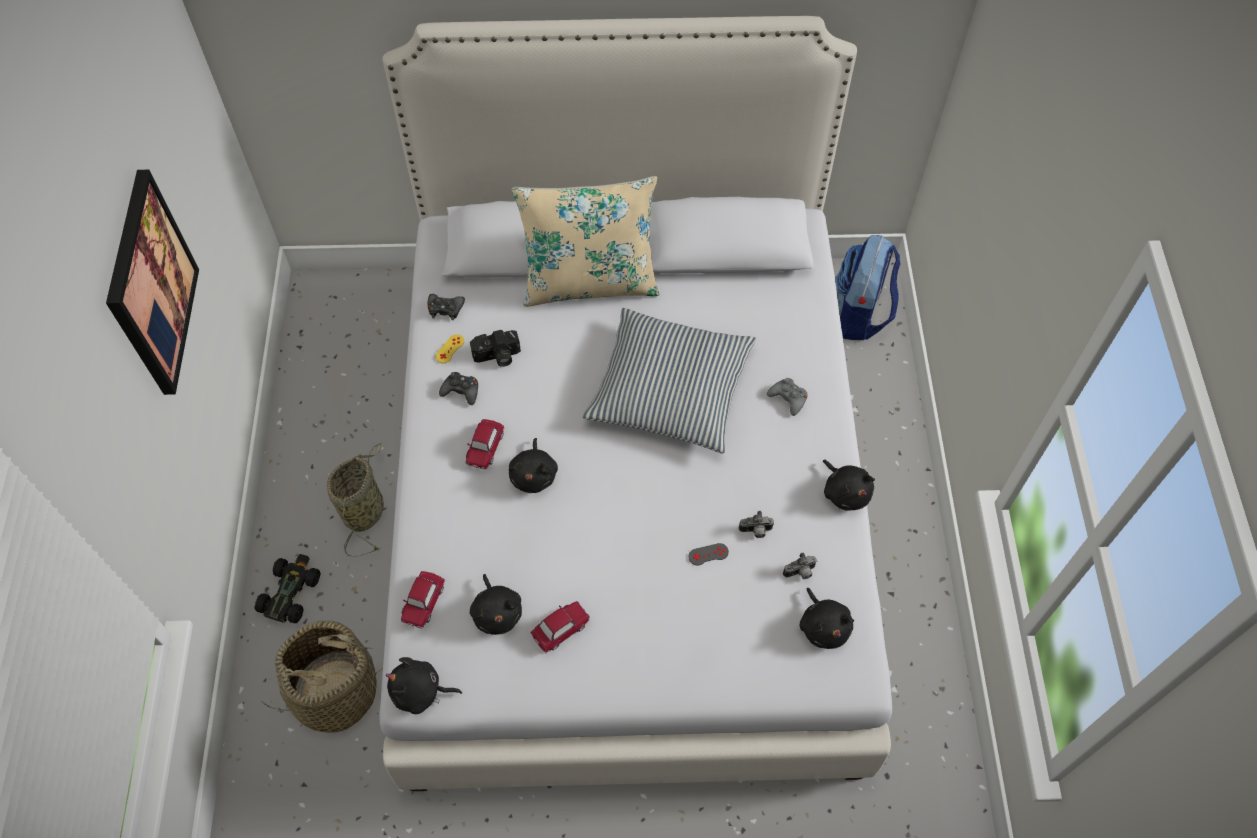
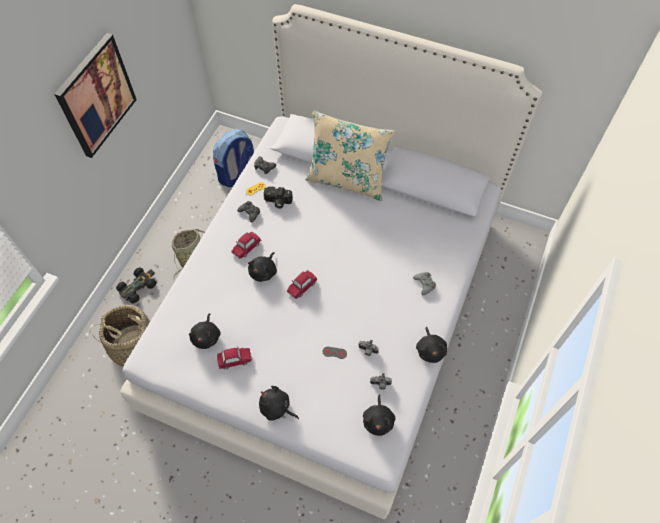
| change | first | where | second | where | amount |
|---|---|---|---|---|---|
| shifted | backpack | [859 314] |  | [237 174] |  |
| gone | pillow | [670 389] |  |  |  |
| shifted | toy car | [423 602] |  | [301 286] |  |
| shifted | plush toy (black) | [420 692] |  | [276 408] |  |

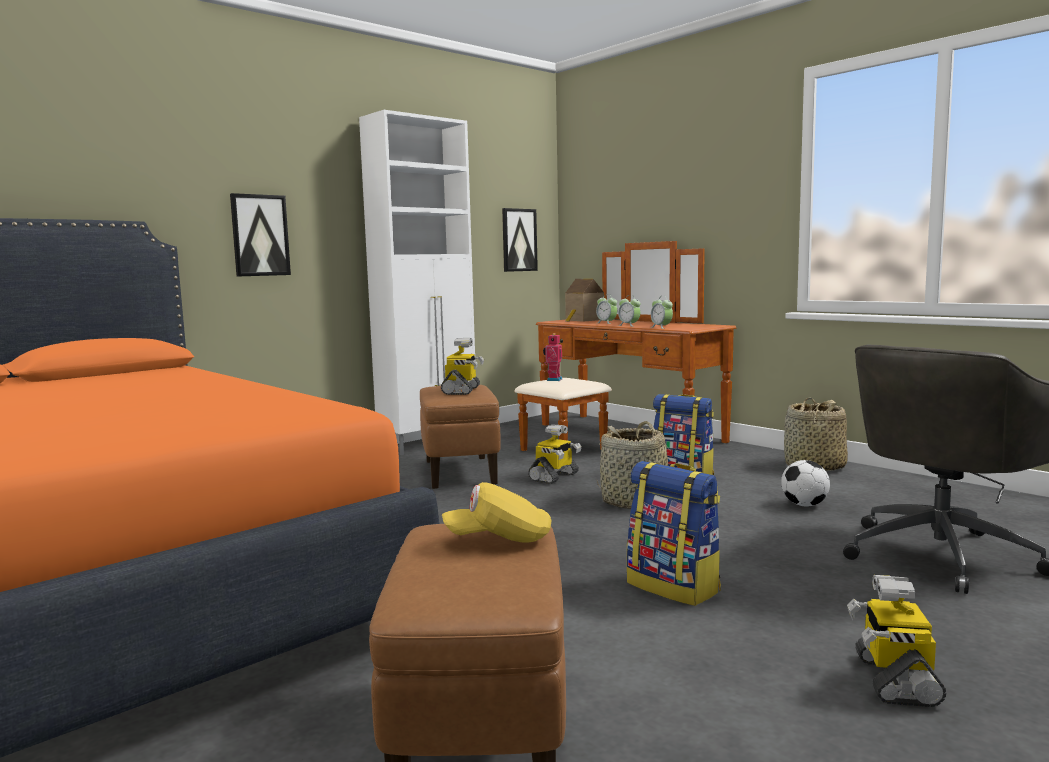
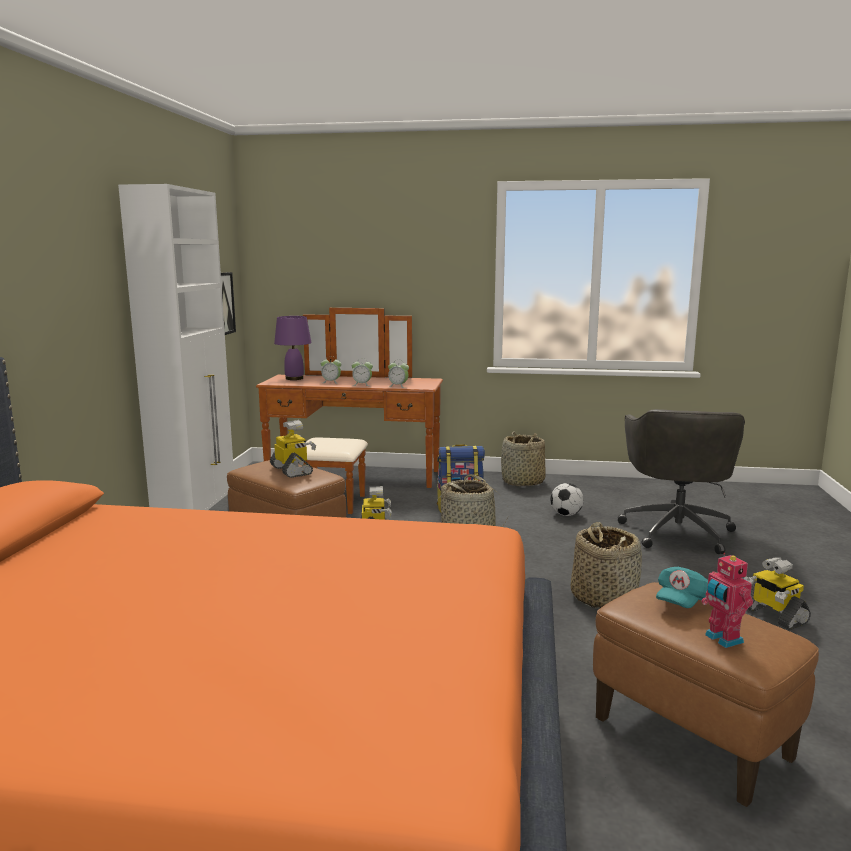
| change | first | where | second | where | amount |
|---|---|---|---|---|---|
| gone | picture | [260 235] |  |  |  |
| swapped | toy house | [583 320] | table lamp (purple) | [294 378] |  |
| shifted | toy robot | [553 379] |  | [722 639] |  |
| swapped | backpack | [674 587] | basket | [603 598] |  |
| repainted | cap (yellow) | [499 539] | cap (turquoise) | [683 603] |  |

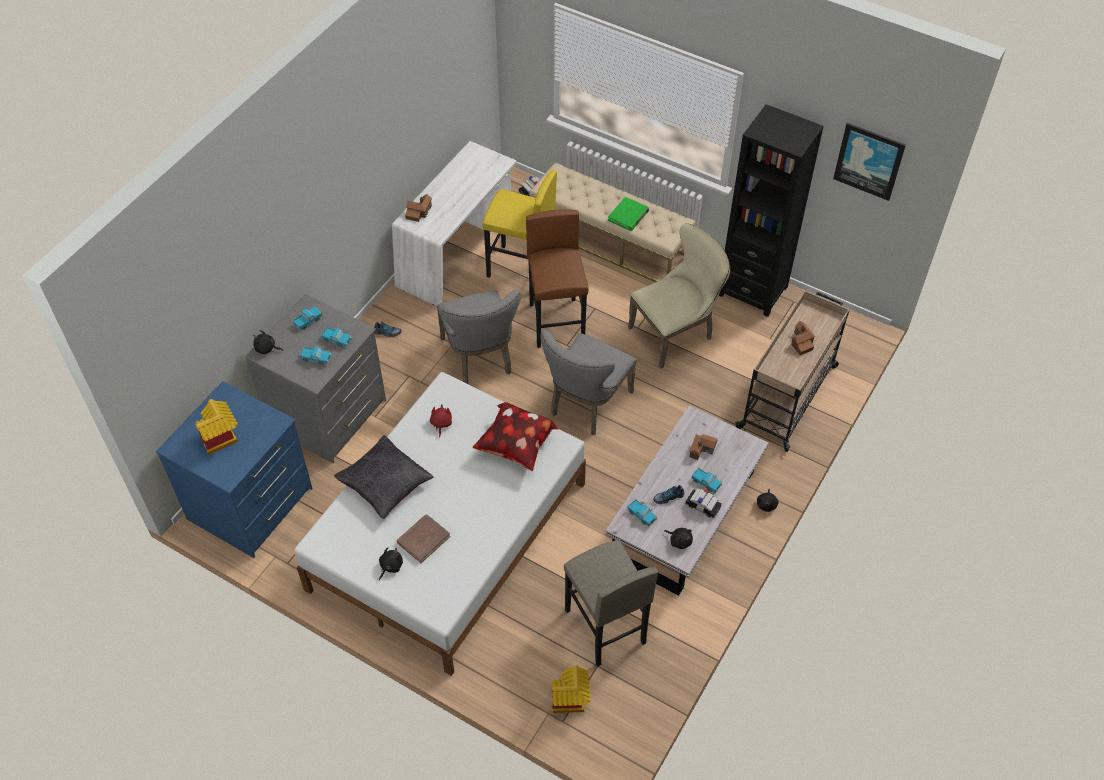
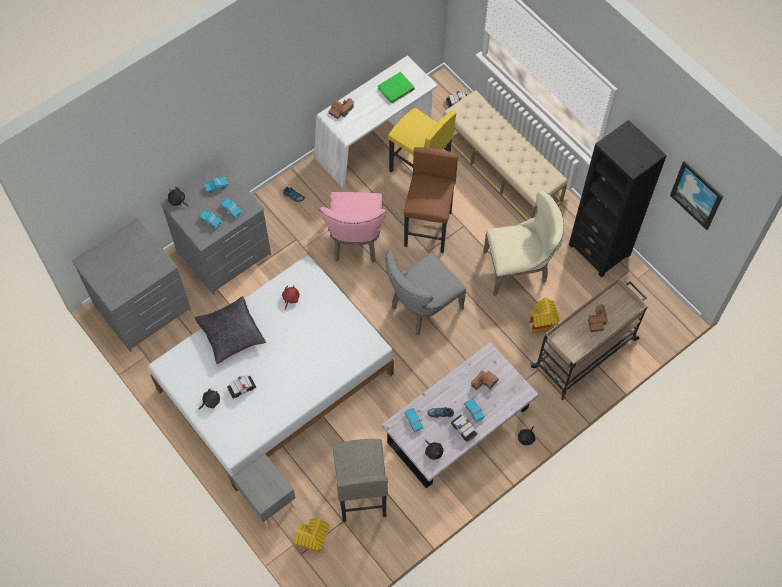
| change | first | where | second | where | amount |
|---|---|---|---|---|---|
| shifted | book (green) | [628 216] |  | [396 89] |  |
| repainted | chair (grey) | [480 359] | chair (pink) | [356 242] |  |
| repainted | dresser (blue) | [251 504] | dresser (grey) | [143 308] |  |
| shifted | toy house | [222 439] |  | [542 324] |  |
| gone | pillow | [516 448] |  |  |  |
| swapped | book (brown) | [423 539] | toy car | [241 388] |  |
| new |  |  | nightstand (grey) | [267 498] |  |

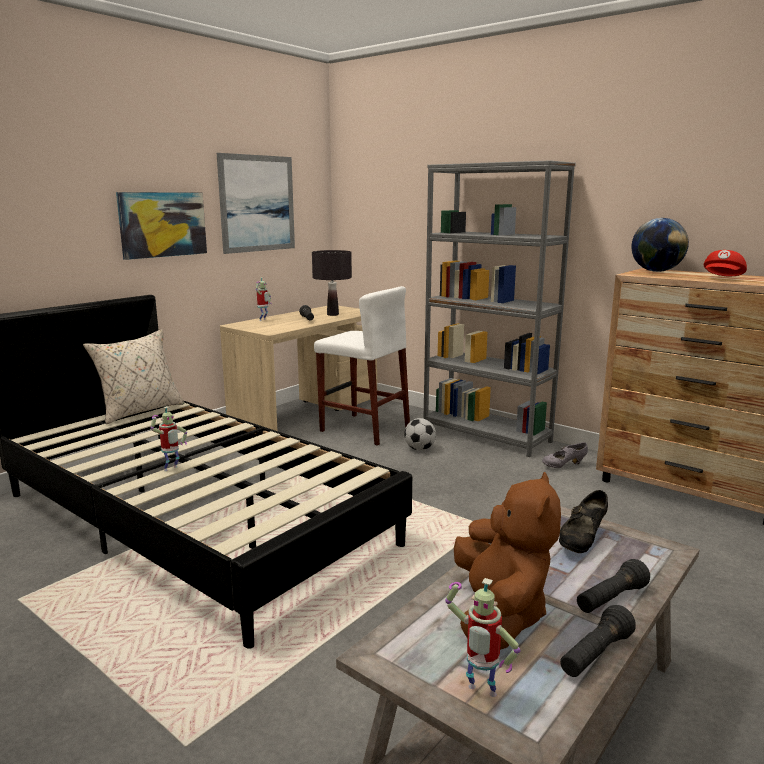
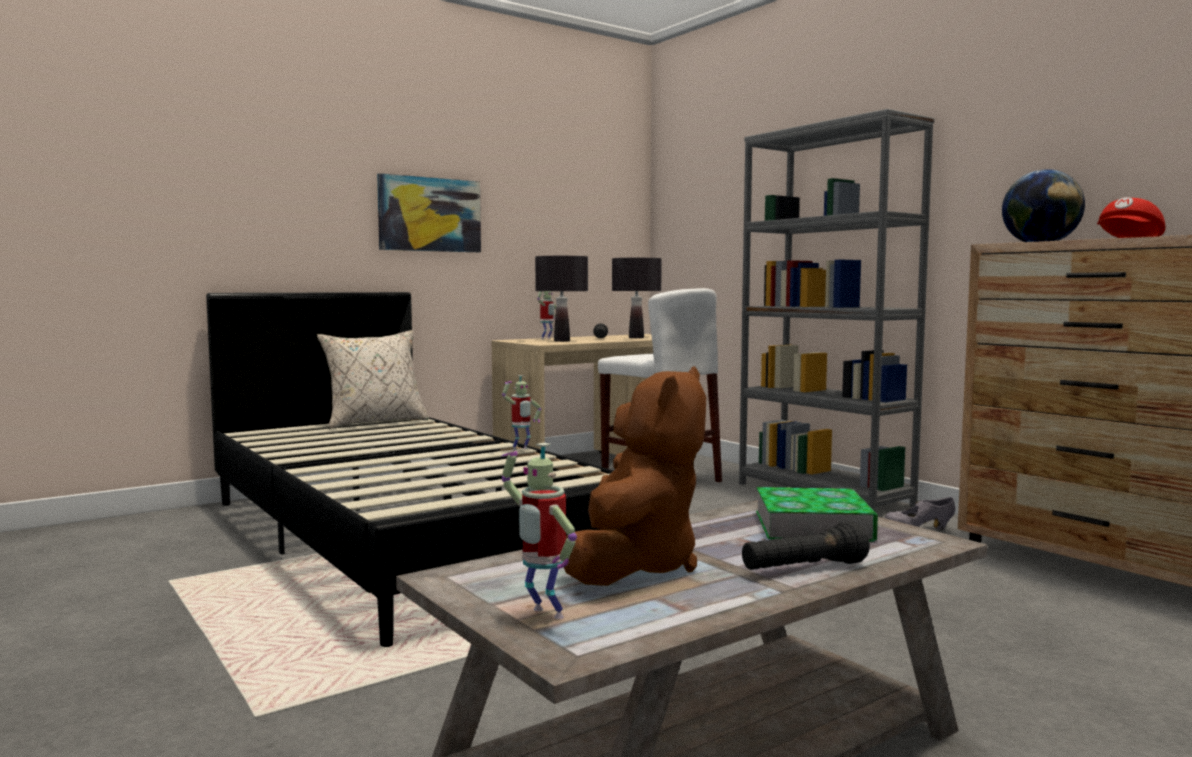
| change | first | where | second | where | amount |
|---|---|---|---|---|---|
| gone | picture | [257 203] |  |  |  |
| shifted | toy robot | [171 469] |  | [521 449] |  |
| gone | football | [420 449] |  |  |  |
| swapped | shoe (black) | [582 541] | book | [813 525] |  |
| gone | flashlight (black) | [595 655] |  |  |  |
| new |  |  | table lamp (black) | [562 341] |  |

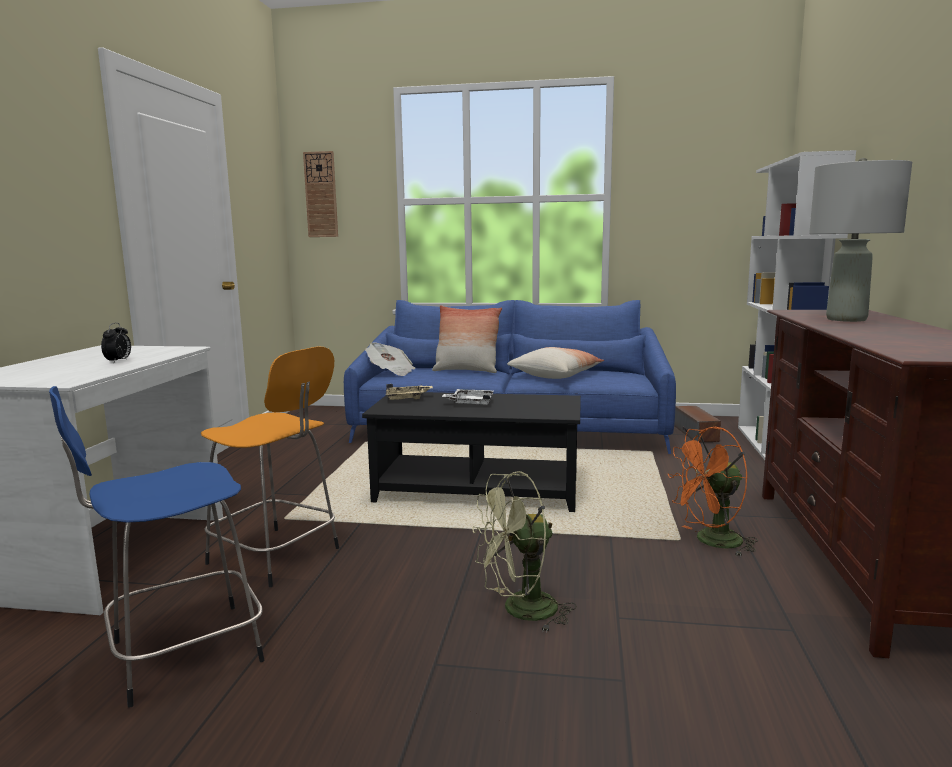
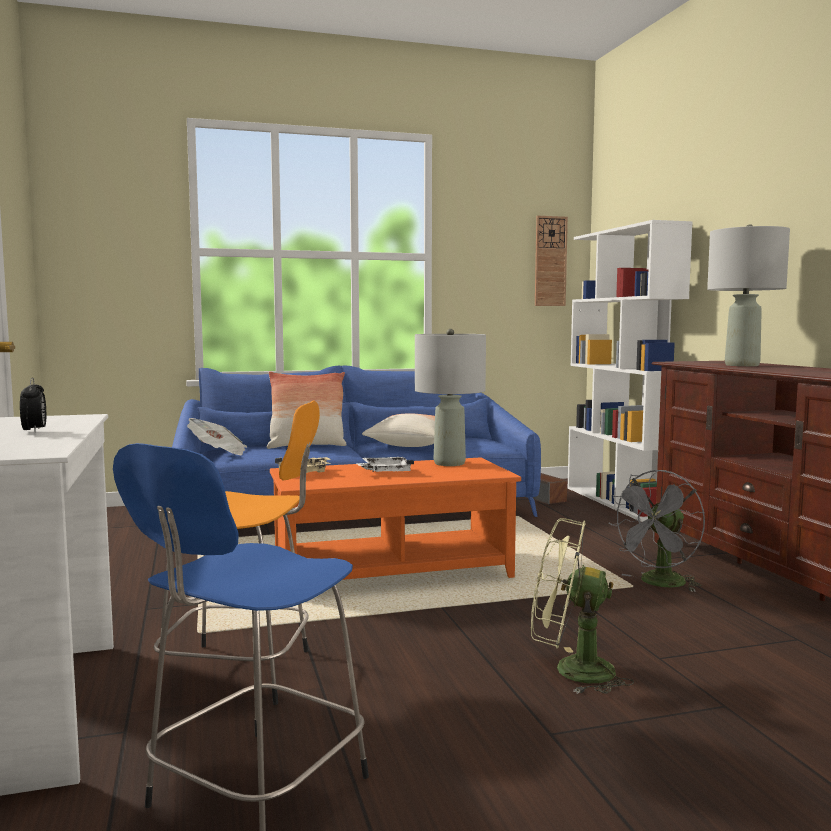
| change | first | where | second | where | amount |
|---|---|---|---|---|---|
| shifted | wall clock | [321 195] |  | [550 261] |  |
| repainted | coffee table (black) | [478 490] | coffee table (orange) | [392 572] |  |
| repainted | fan (orange) | [711 542] | fan (grey) | [659 584] |  |
| rotated | fan (green) | [520 611] |  | [571 671] | 60 degrees clockwise |
| new |  |  | table lamp (grey) | [448 463] |  |

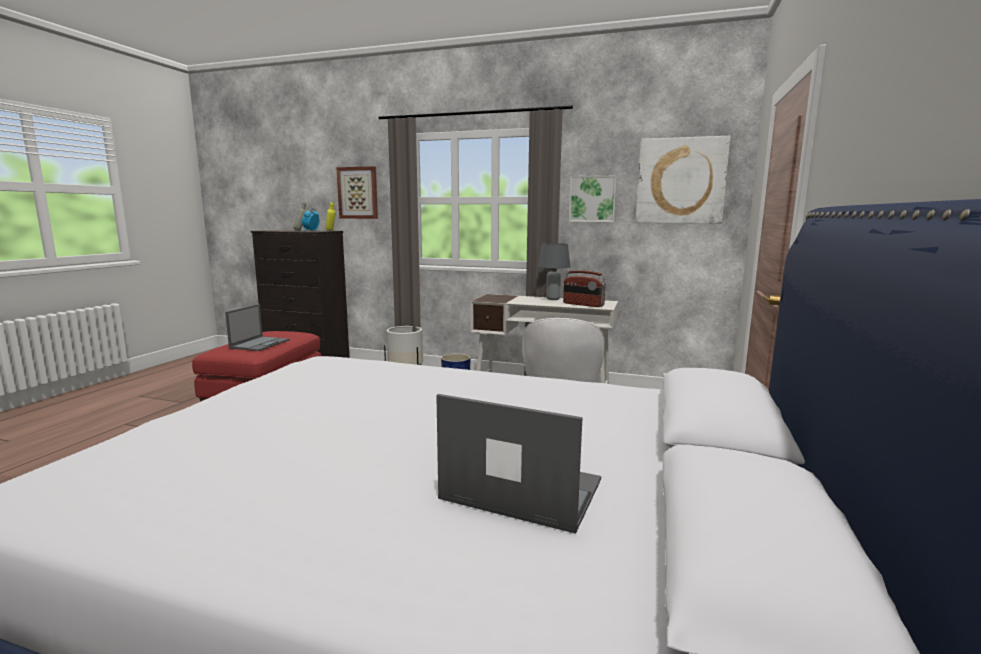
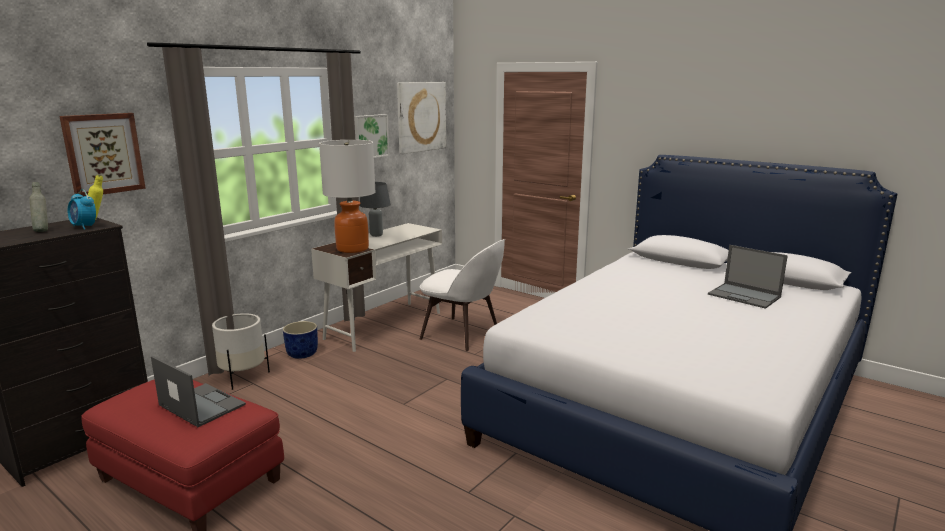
| change | first | where | second | where | amount |
|---|---|---|---|---|---|
| gone | radio | [583 305] |  |  |  |
| rotated | laptop | [520 489] |  | [745 296] | 90 degrees counterclockwise |
| new |  |  | table lamp | [352 249] |  |

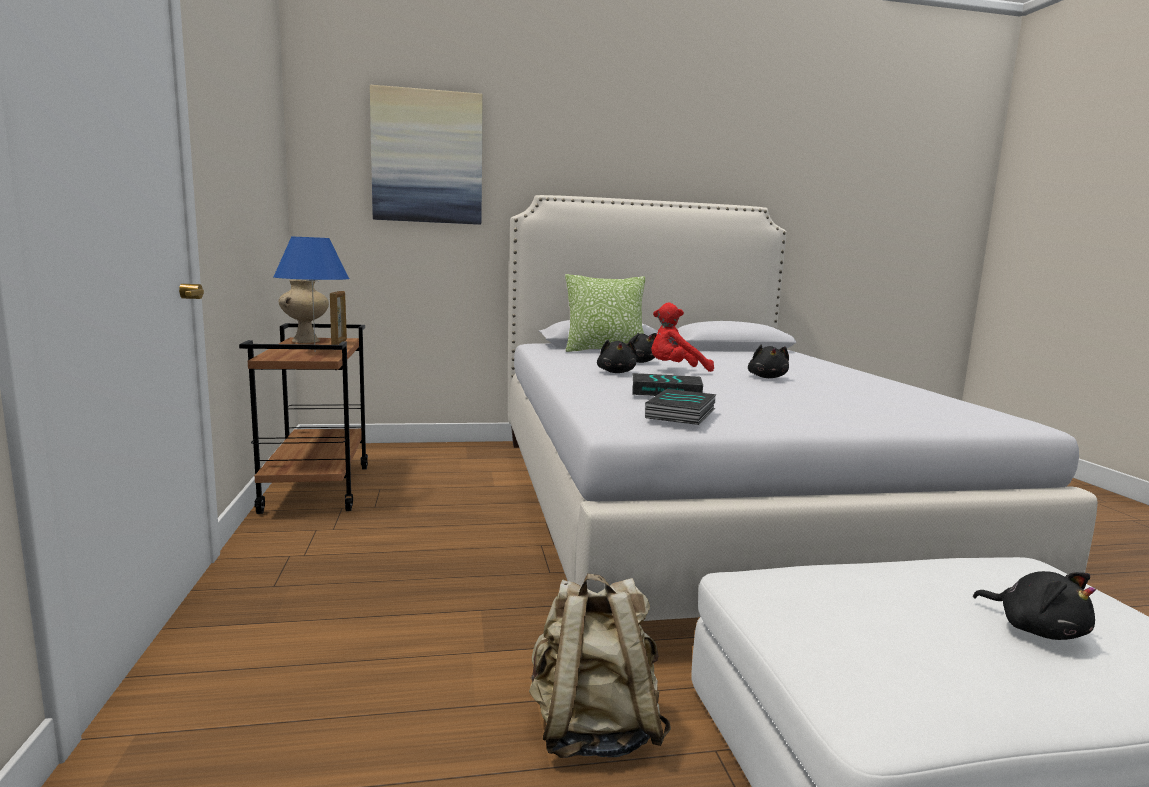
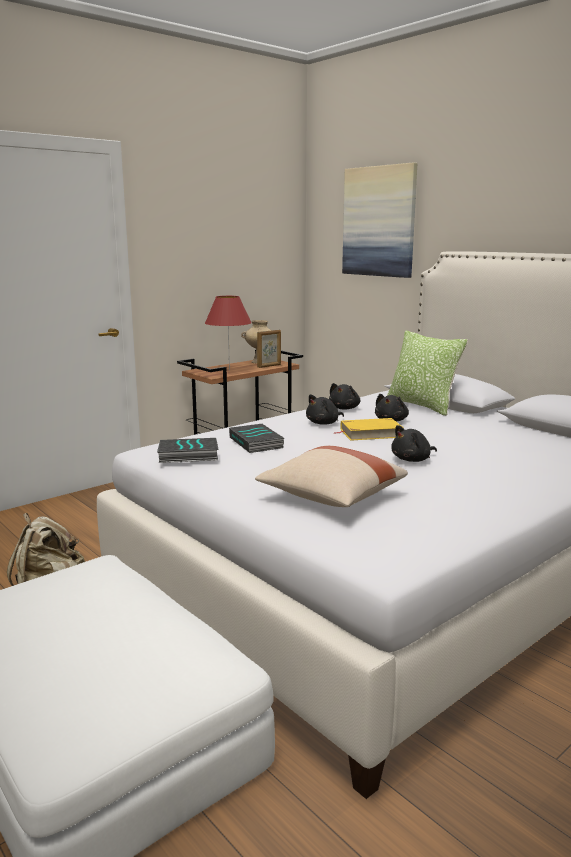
| change | first | where | second | where | amount |
|---|---|---|---|---|---|
| repainted | table lamp (blue) | [315 352] | table lamp (red) | [229 370] |  |
| swapped | plush toy (red) | [676 370] | book (yellow) | [370 433] |  |
| shifted | plush toy (black) | [1036 629] |  | [345 408] |  |
| new |  |  | pillow (beige) | [331 497] |  |

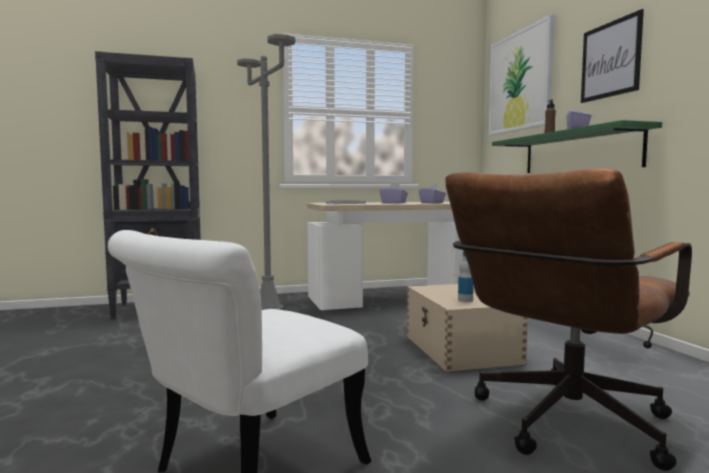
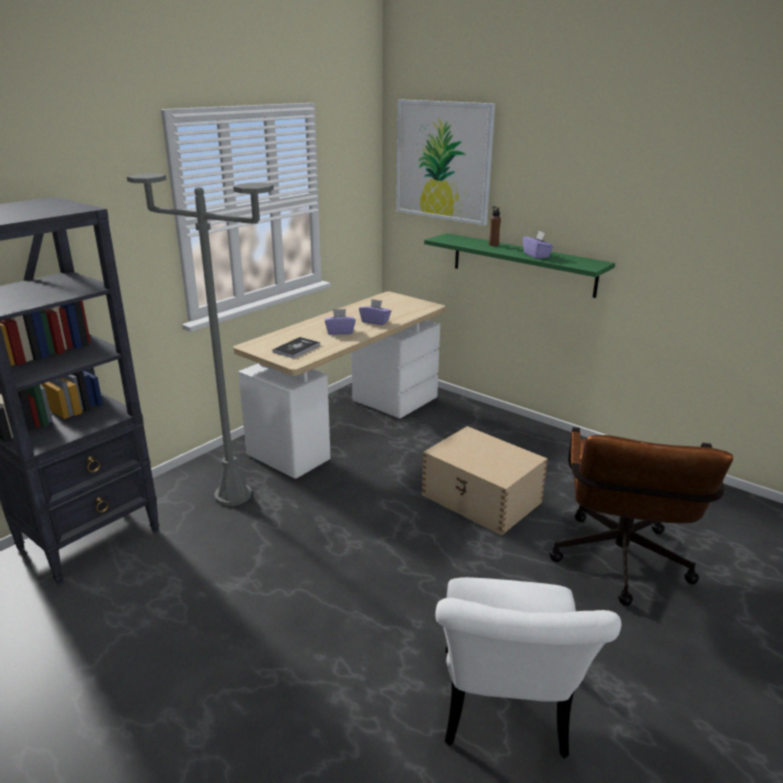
| change | first | where | second | where | amount |
|---|---|---|---|---|---|
| gone | picture | [610 59] |  |  |  |
| gone | bottle | [465 300] |  |  |  |

